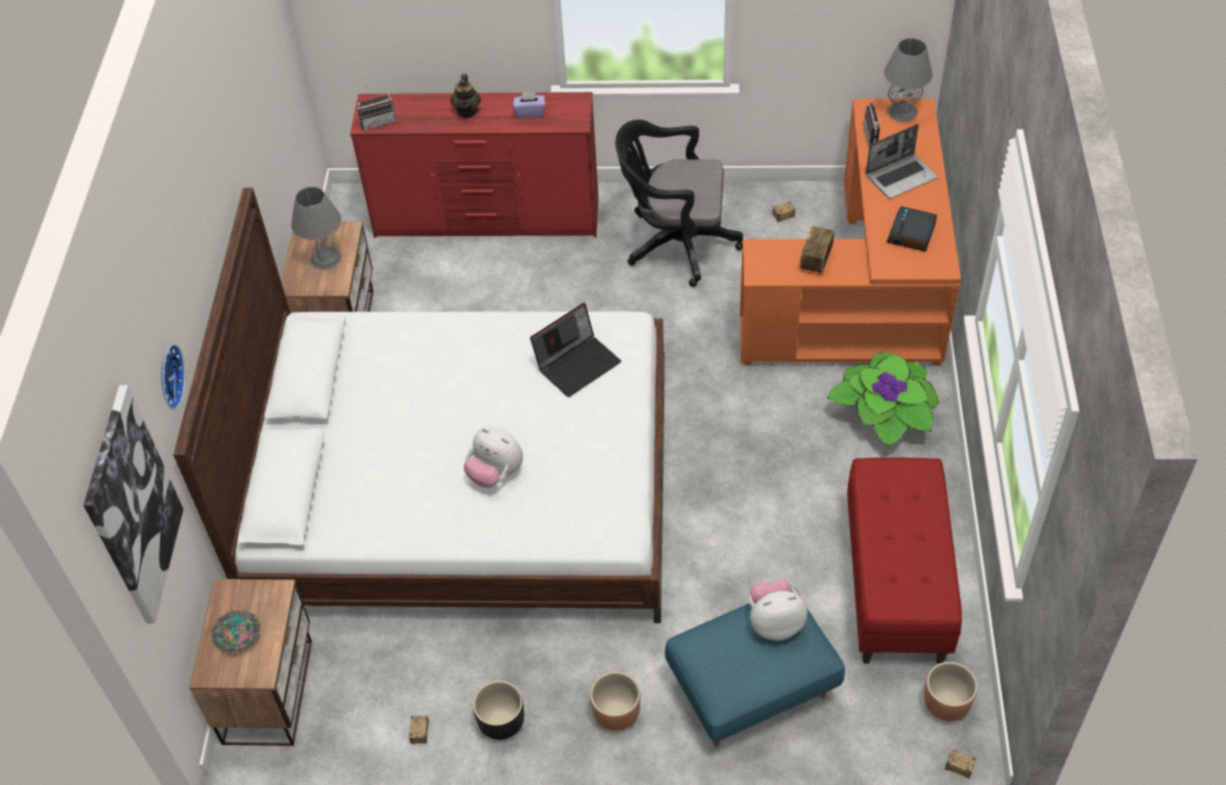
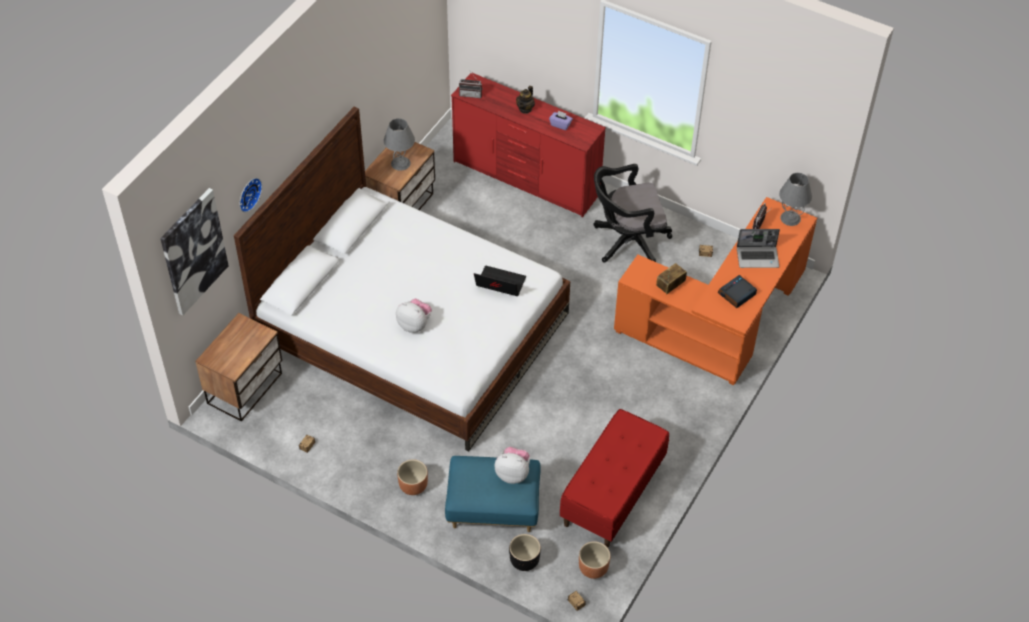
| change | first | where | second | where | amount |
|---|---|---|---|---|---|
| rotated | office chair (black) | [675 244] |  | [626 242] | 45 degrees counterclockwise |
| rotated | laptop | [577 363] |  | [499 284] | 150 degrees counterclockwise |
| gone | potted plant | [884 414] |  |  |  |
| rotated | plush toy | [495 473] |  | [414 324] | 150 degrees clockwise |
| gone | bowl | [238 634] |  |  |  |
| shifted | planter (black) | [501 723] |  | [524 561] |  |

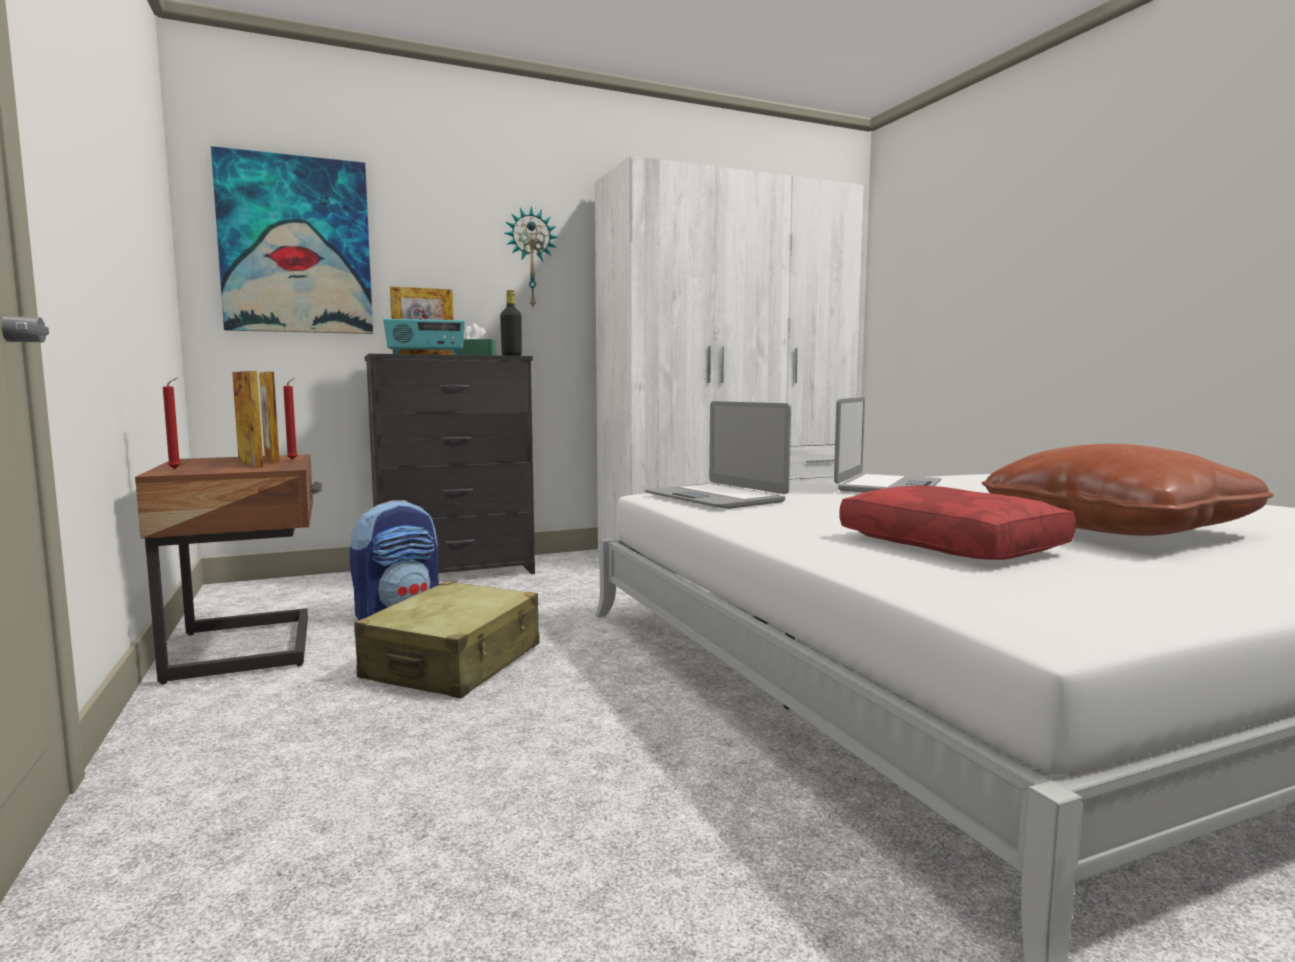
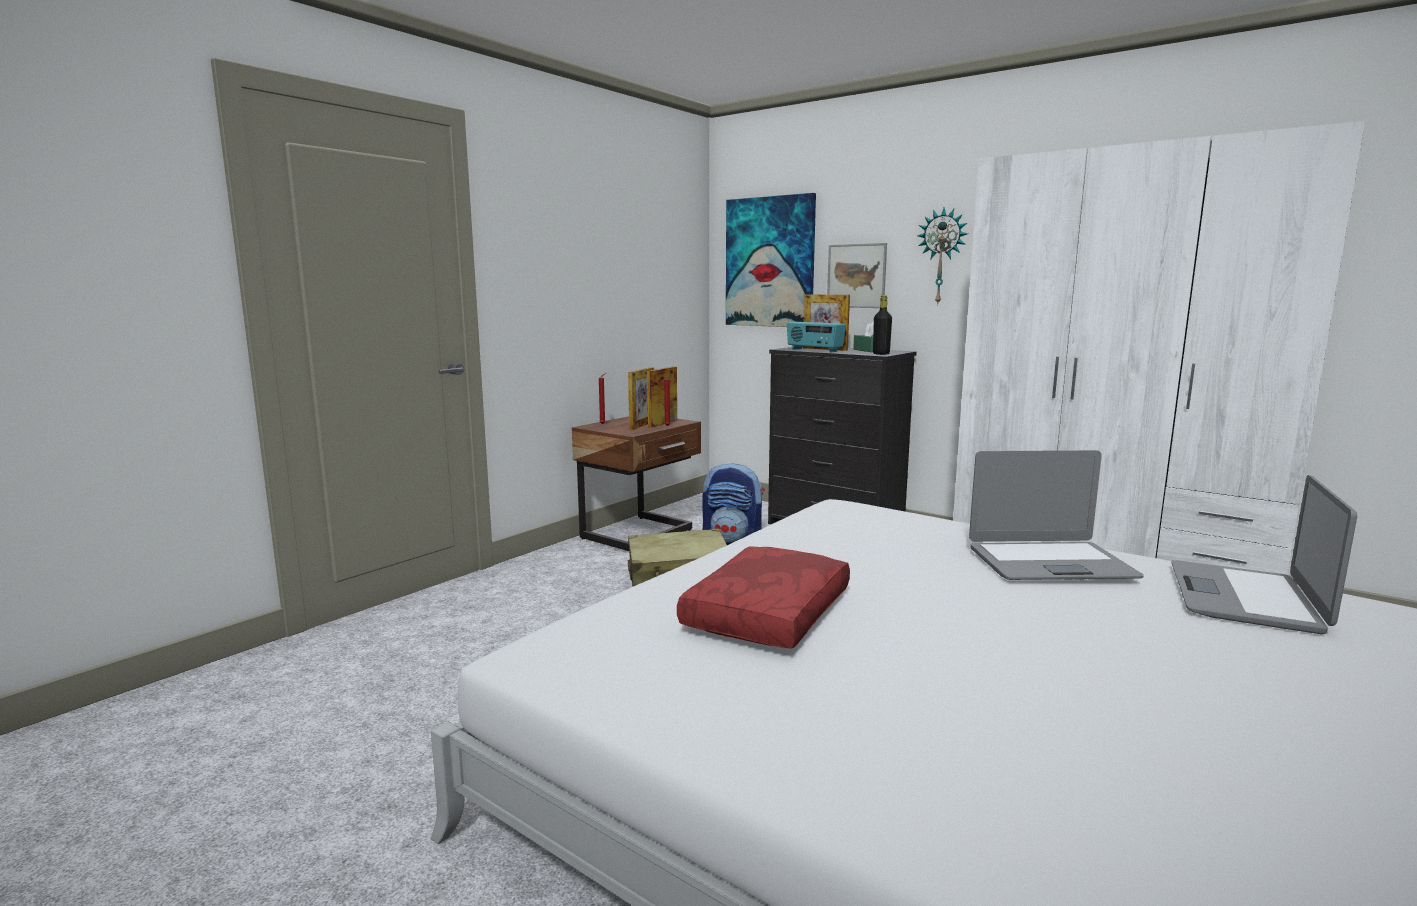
| change | first | where | second | where | amount |
|---|---|---|---|---|---|
| shifted | laptop | [715 498] |  | [1246 598] |  |
| gone | pillow (brown) | [1116 529] |  |  |  |
| new |  |  | picture | [856 276] |  |

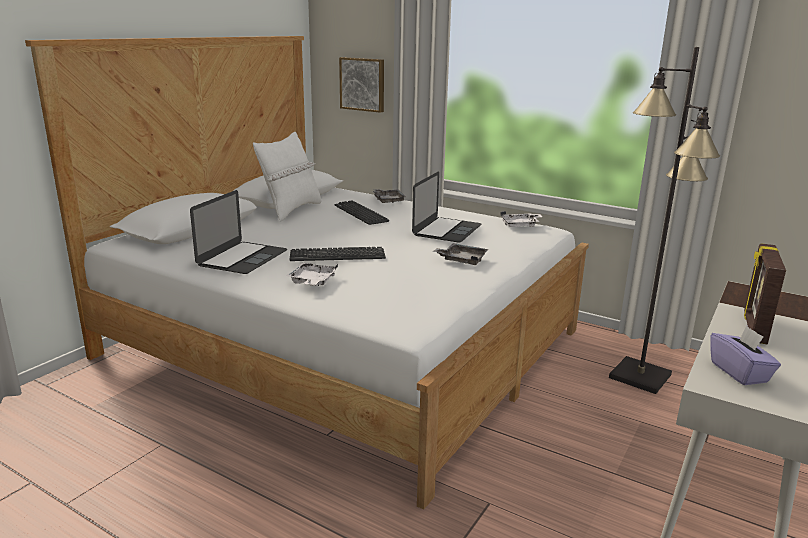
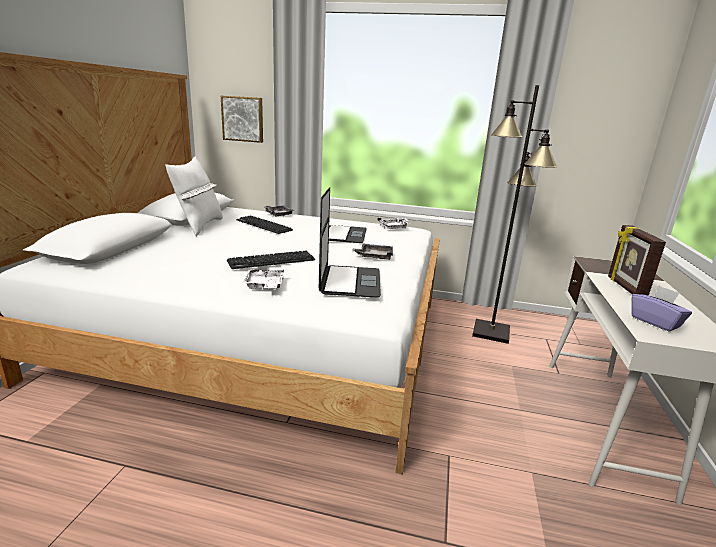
| change | first | where | second | where | amount |
|---|---|---|---|---|---|
| shifted | laptop | [242 258] |  | [350 281] |  |

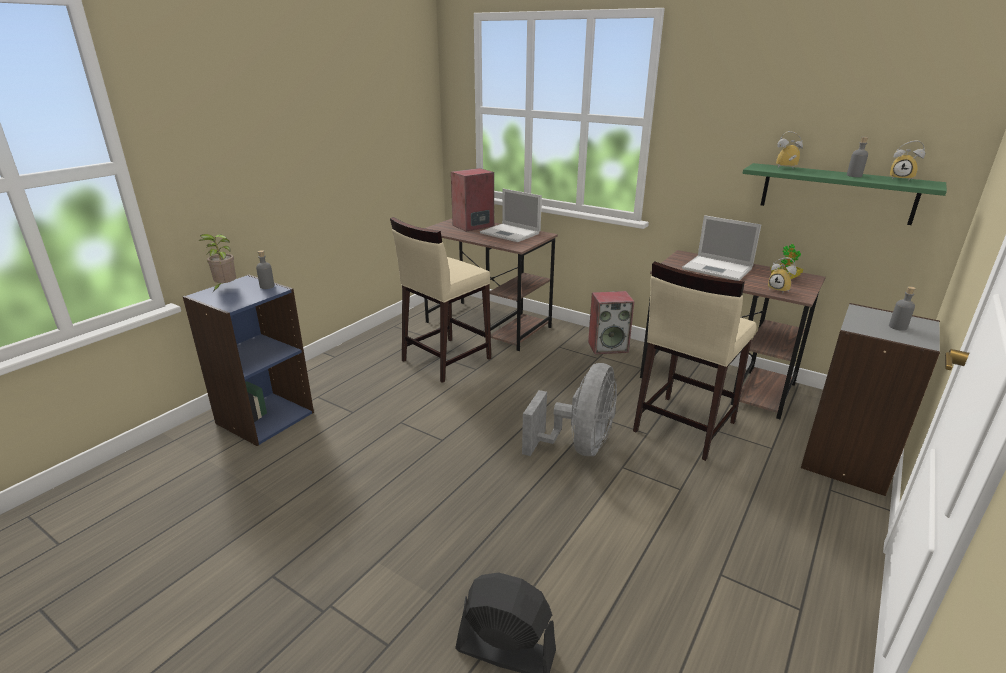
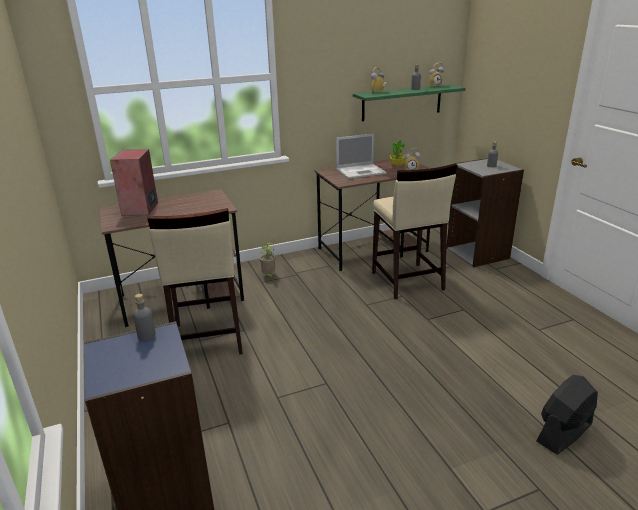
| change | first | where | second | where | amount |
|---|---|---|---|---|---|
| gone | laptop | [511 233] |  |  |  |
| shifted | potted plant | [225 288] |  | [269 276] |  |
| gone | speaker | [608 347] |  |  |  |
| gone | fan (grey) | [578 446] |  |  |  |

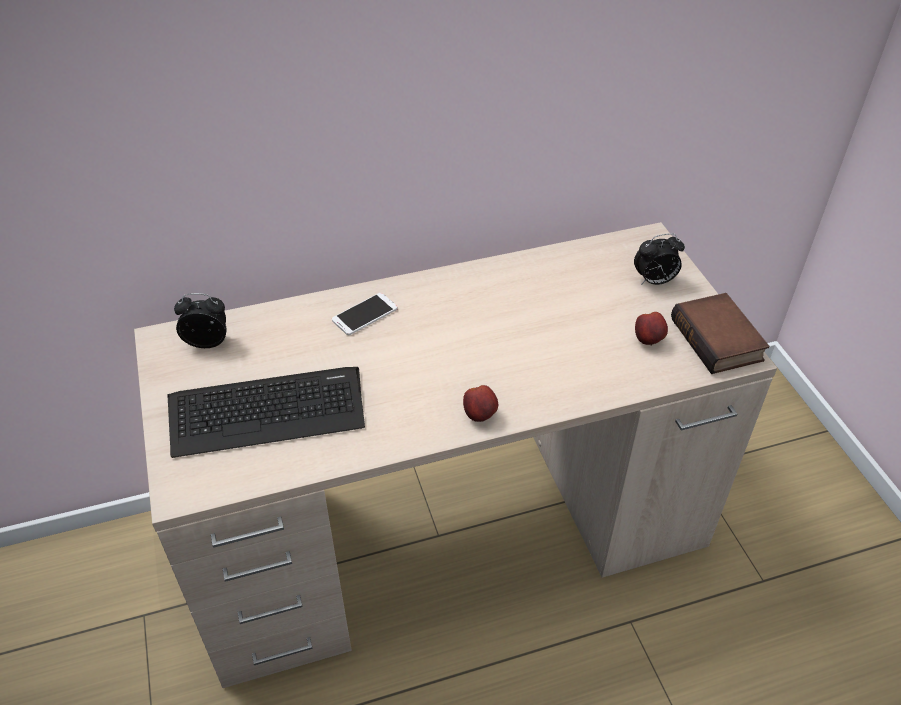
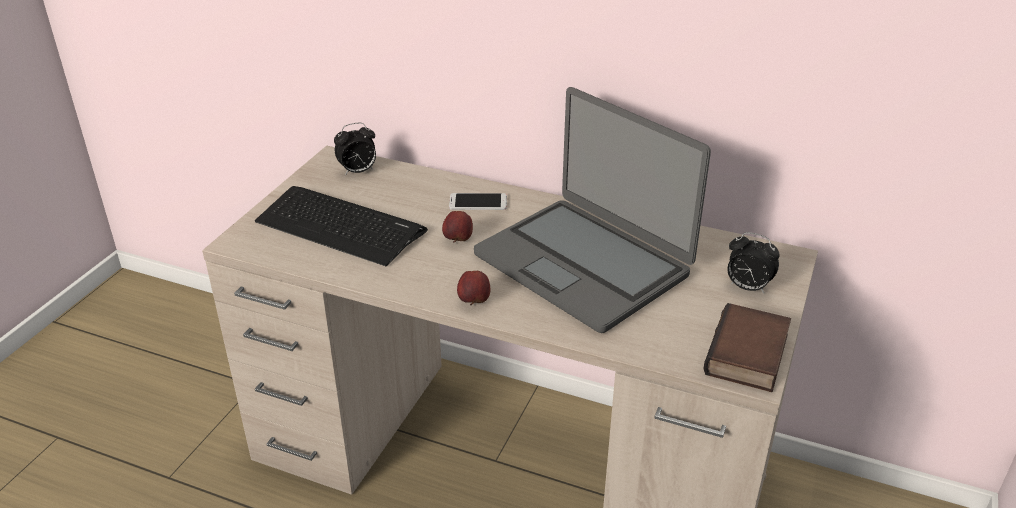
| change | first | where | second | where | amount |
|---|---|---|---|---|---|
| rotated | alarm clock | [208 342] |  | [358 171] | 120 degrees clockwise |
| shifted | apple | [648 340] |  | [458 240] |  |
| new |  |  | laptop | [583 264] |  |

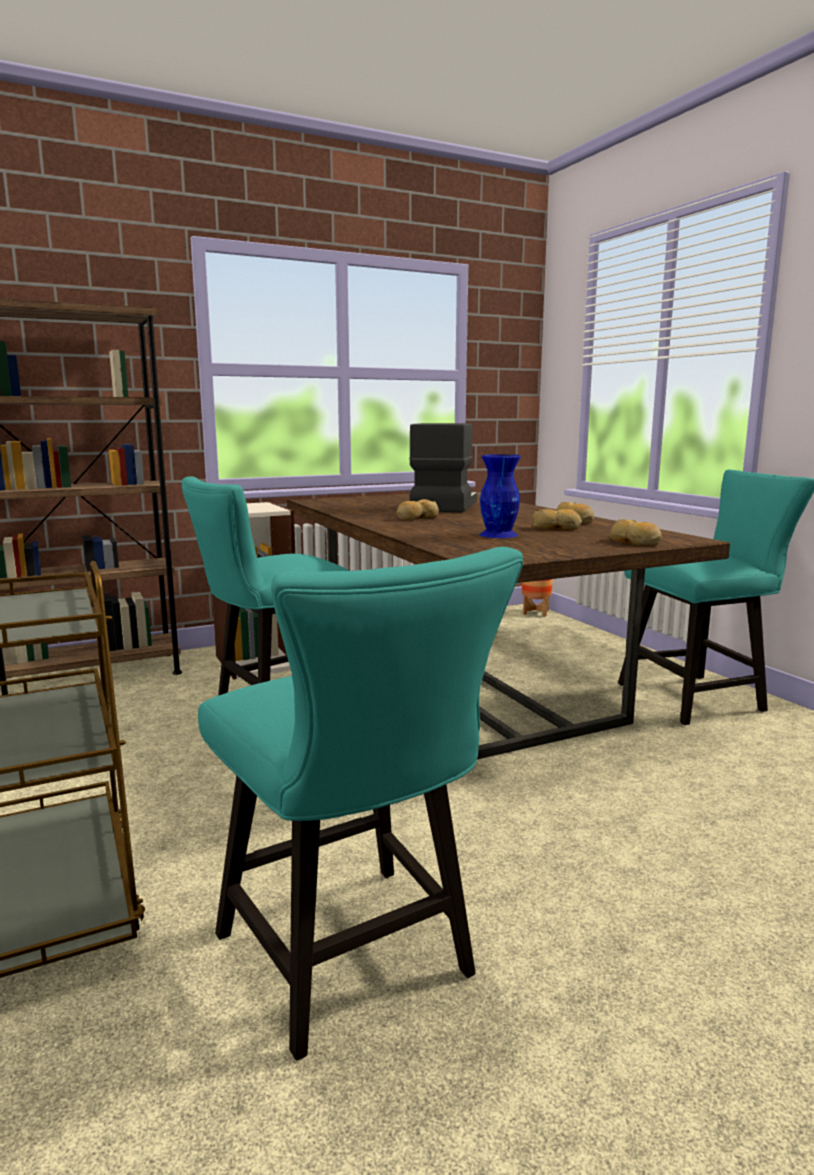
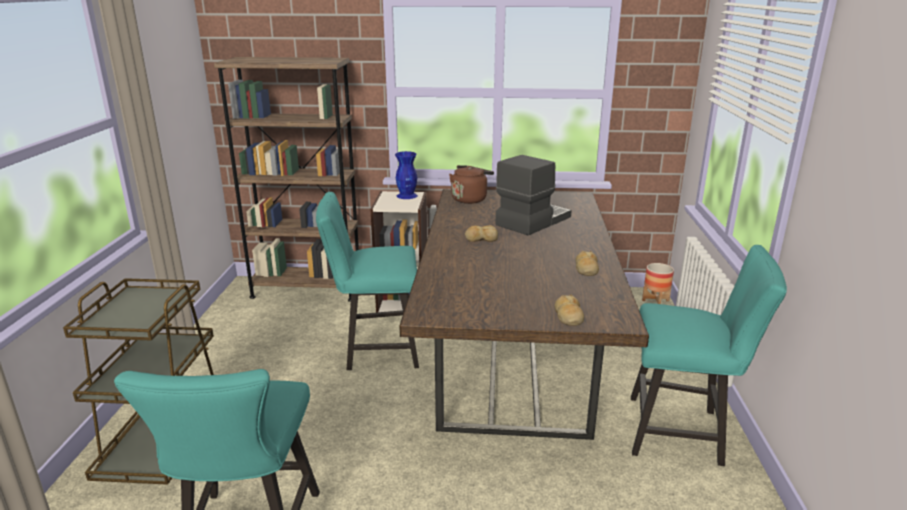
| change | first | where | second | where | amount |
|---|---|---|---|---|---|
| shifted | vase (blue) | [499 535] |  | [407 196] |  |
| gone | bread | [556 528] |  |  |  |
| new |  |  | kettle (brown) | [470 199] |  |

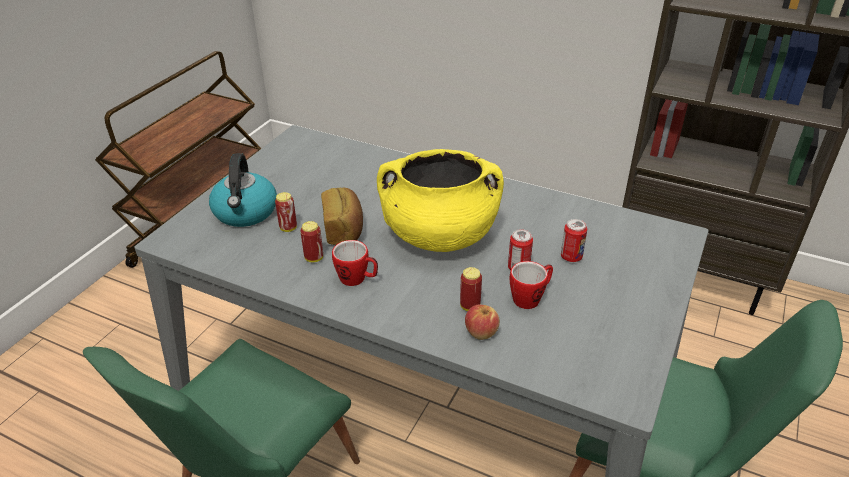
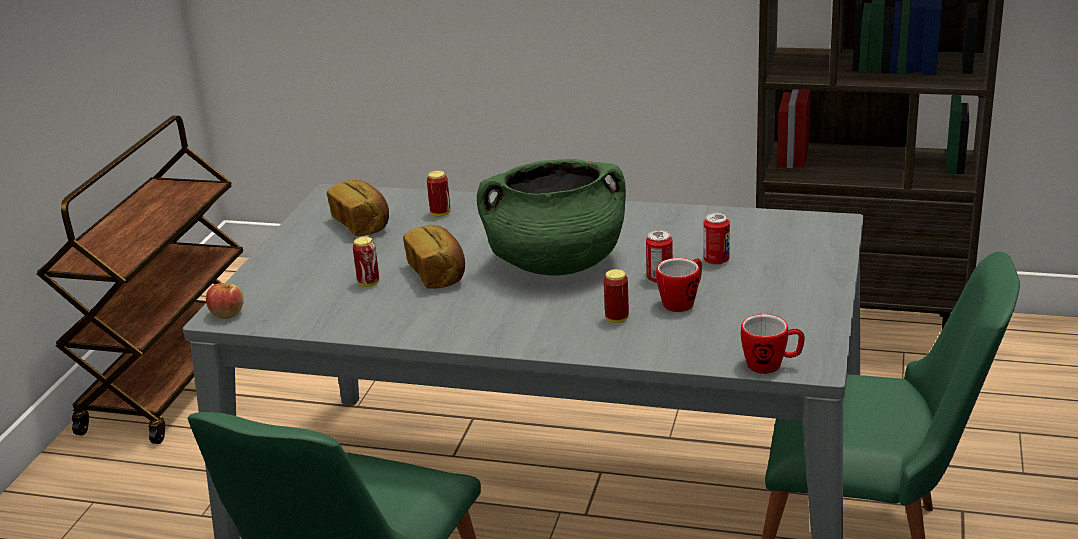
| change | first | where | second | where | amount |
|---|---|---|---|---|---|
| repainted | cooking pot (yellow) | [439 235] | cooking pot (green) | [556 263] |  |
| gone | kettle | [246 212] |  |  |  |
| shifted | can | [314 258] |  | [440 214] |  |
| shifted | mug | [357 279] |  | [771 365] |  |
| shifted | apple | [481 332] |  | [227 314] |  |
| new |  |  | bread | [362 224] |  |

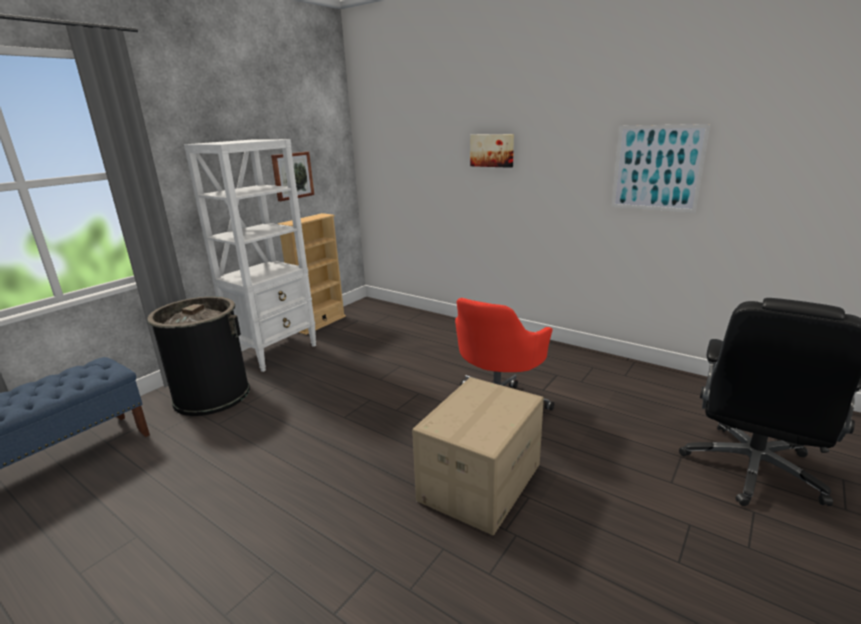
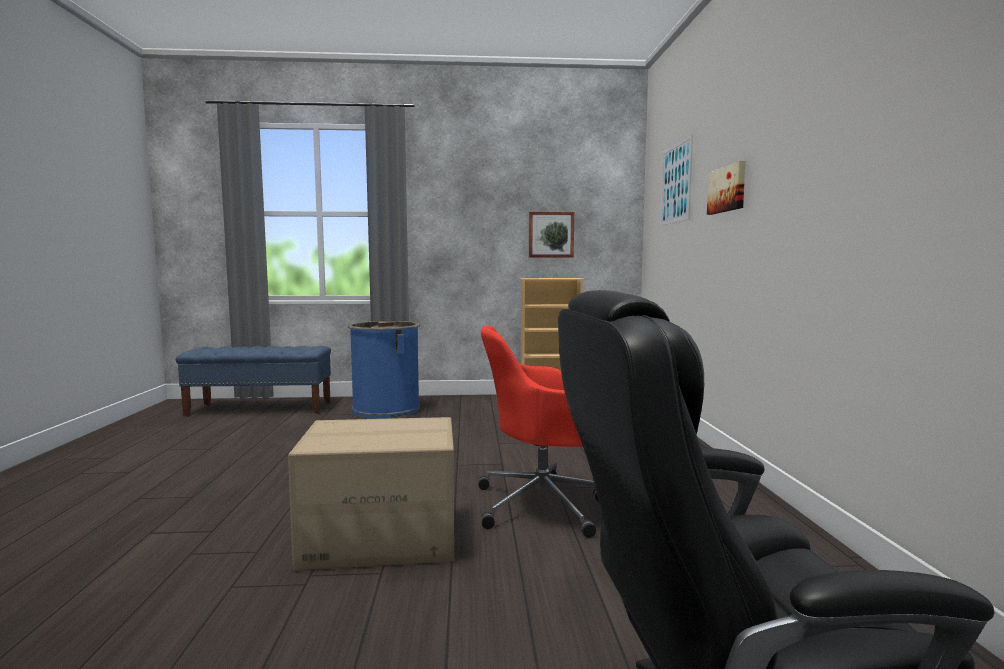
| change | first | where | second | where | amount |
|---|---|---|---|---|---|
| shifted | picture | [657 168] |  | [675 183] |  |
| gone | bookcase (white) | [275 351] |  |  |  |
| repainted | trash can (black) | [212 395] | trash can (blue) | [386 409] |  |

